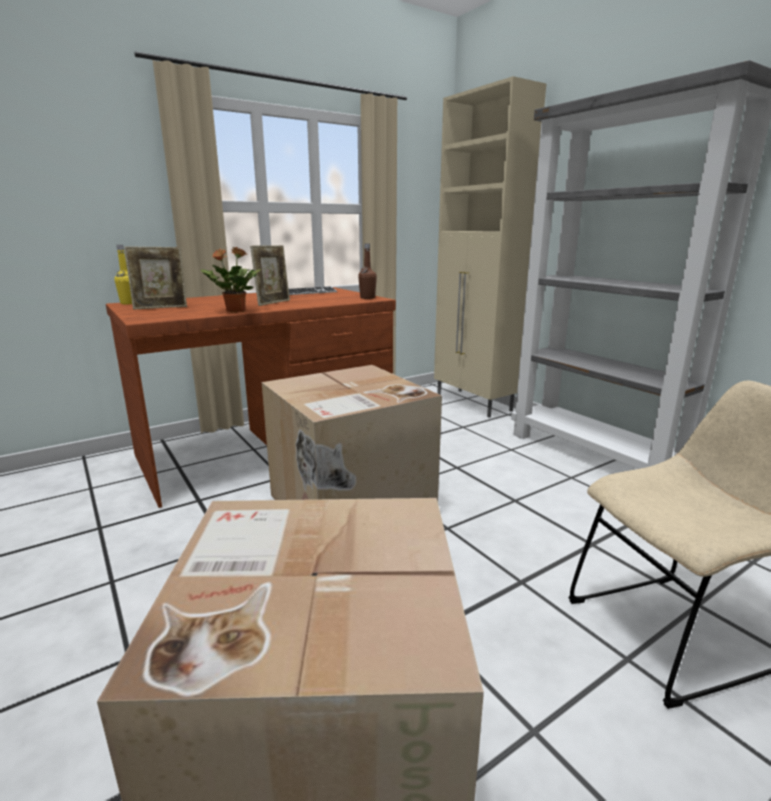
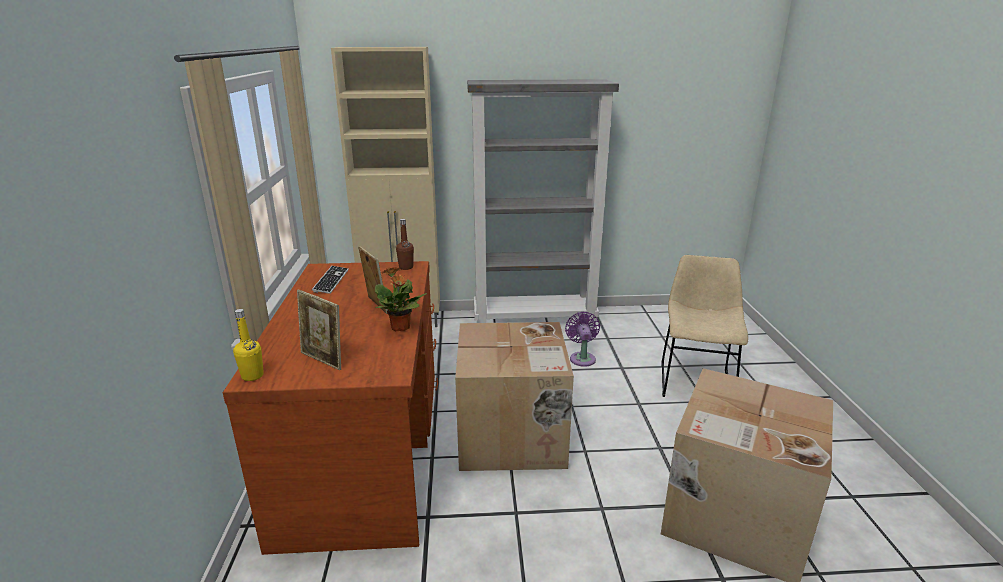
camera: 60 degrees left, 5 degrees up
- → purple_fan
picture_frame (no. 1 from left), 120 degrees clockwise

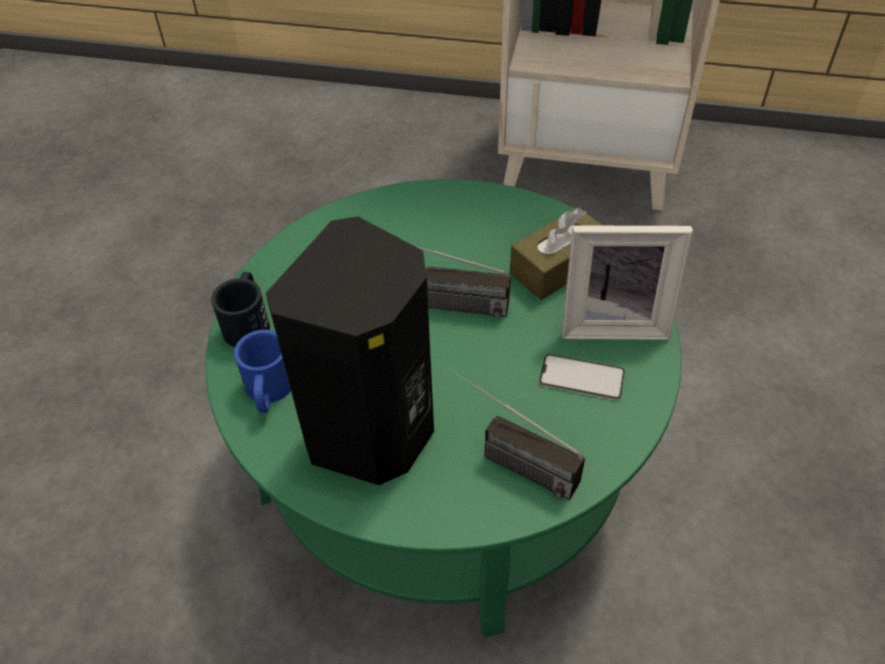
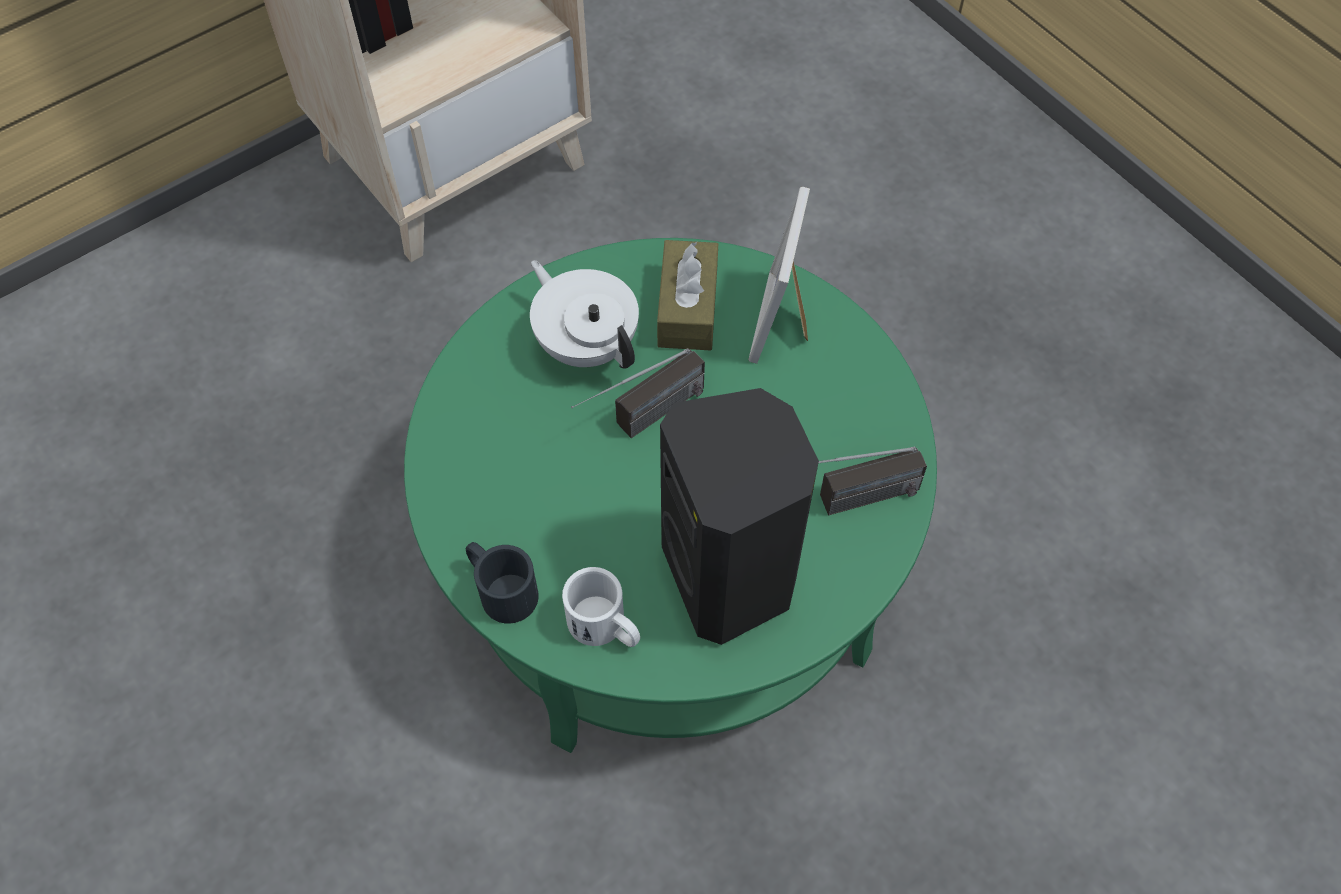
camera: 50 degrees left, 10 degrees up
phone → -
- → white_teapot
blue_mug → white_mug
picture_frame, 150 degrees clockwise

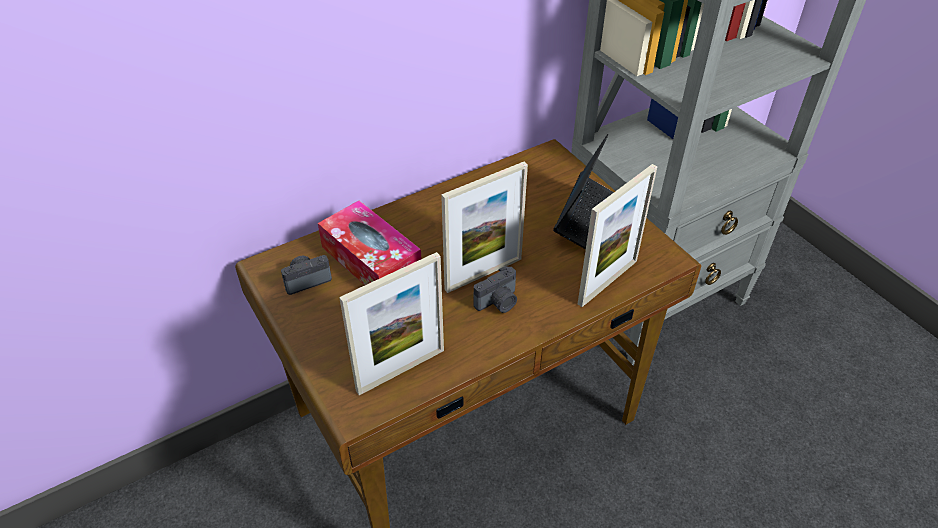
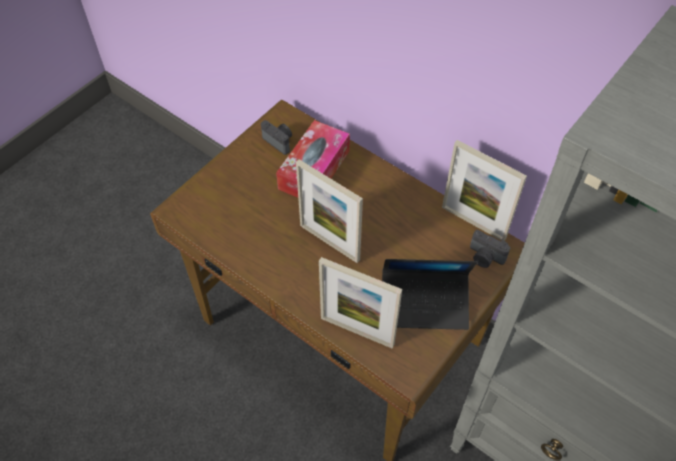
camera: 70 degrees right, 10 degrees up
picture_frame (no. 1 from left in the first image) → picture_frame (no. 3 from left), shifted
photo_camera (no. 2 from left), shifted

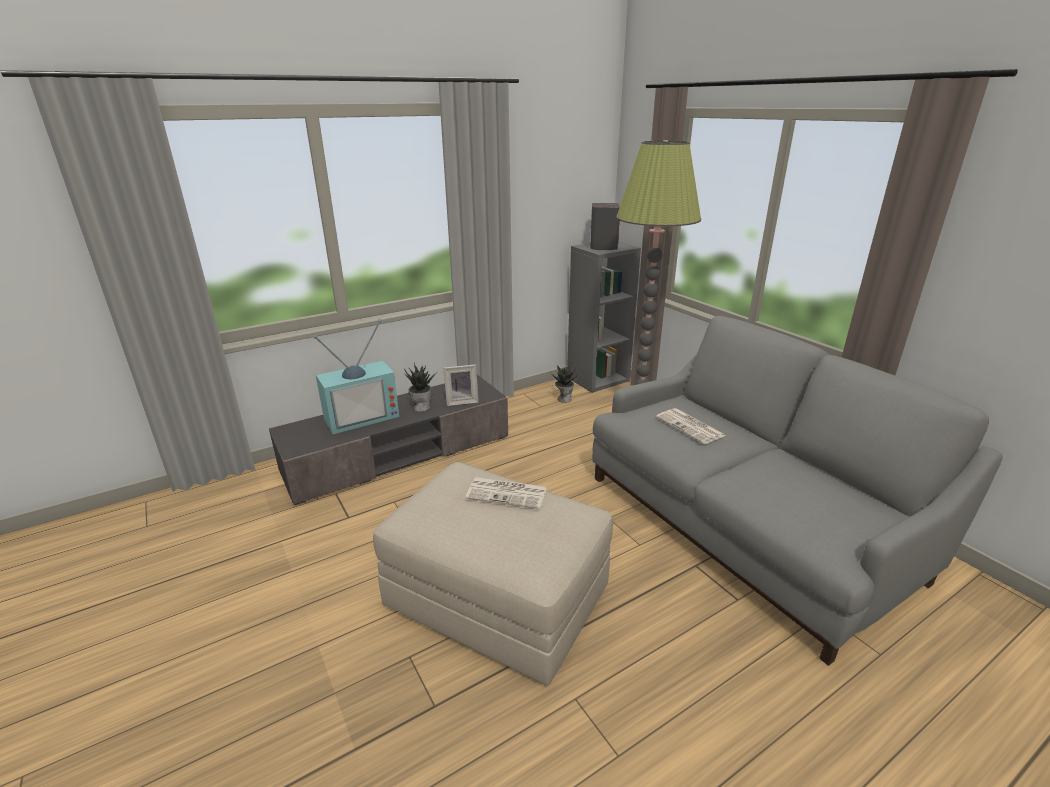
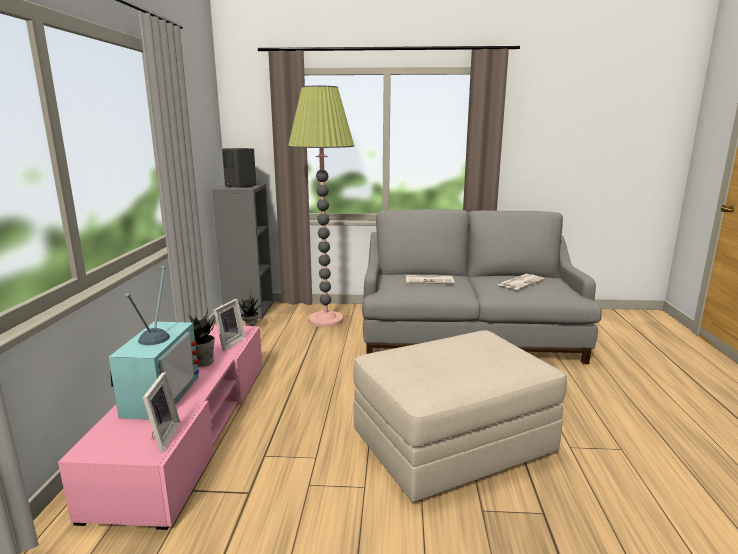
camera: 55 degrees left, 10 degrees down
- → picture_frame (no. 1 from left)
newspaper (no. 1 from left in the first image) → newspaper (no. 2 from left), shifted
grey_tv_stand → pink_tv_stand

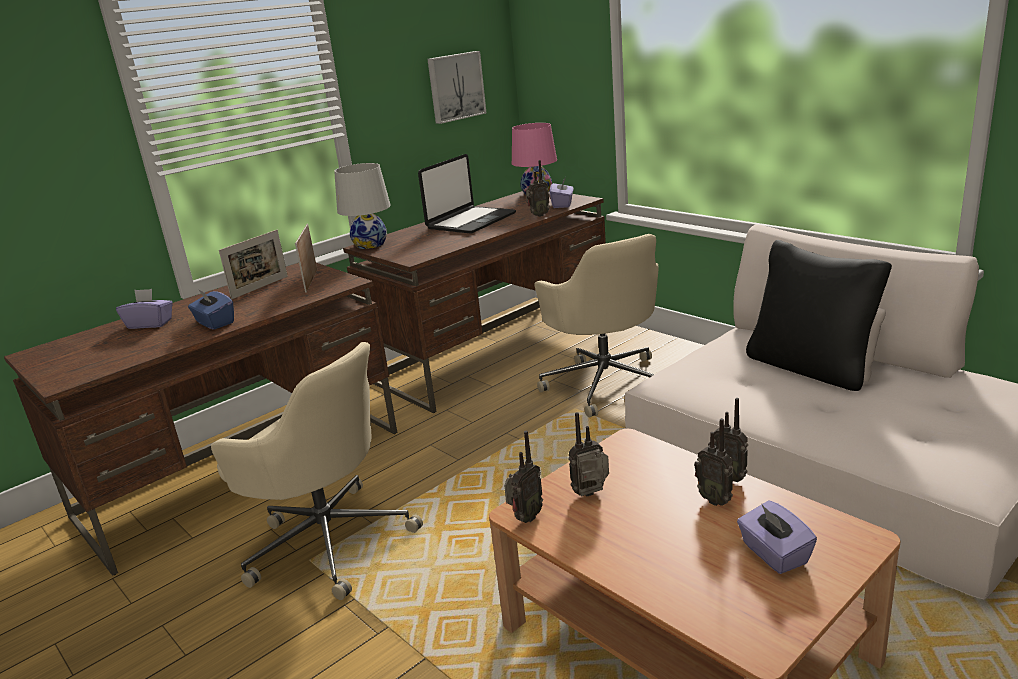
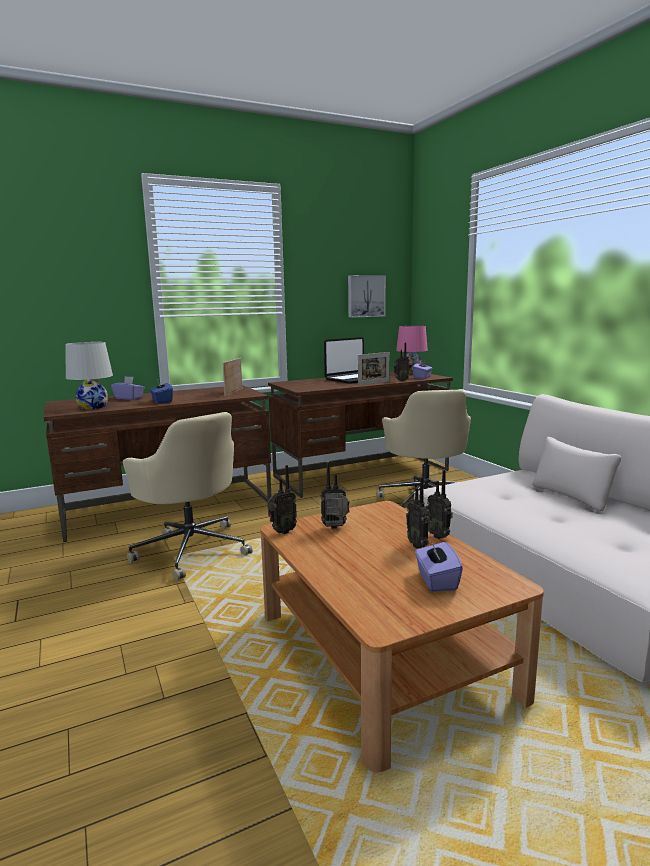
camera: 15 degrees right, 10 degrees down
black_pillow → -
picture_frame (no. 1 from left in the first image) → picture_frame (no. 2 from left), shifted
white_table_lamp, shifted

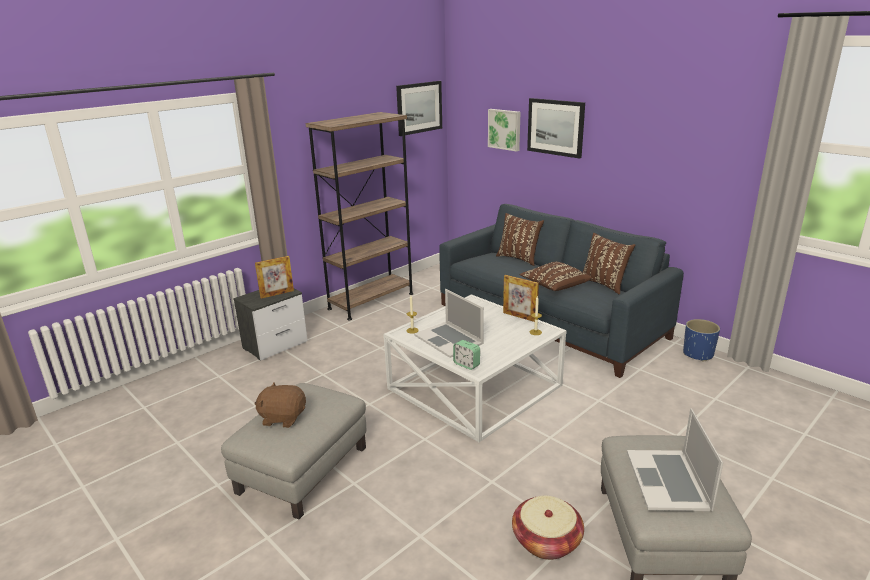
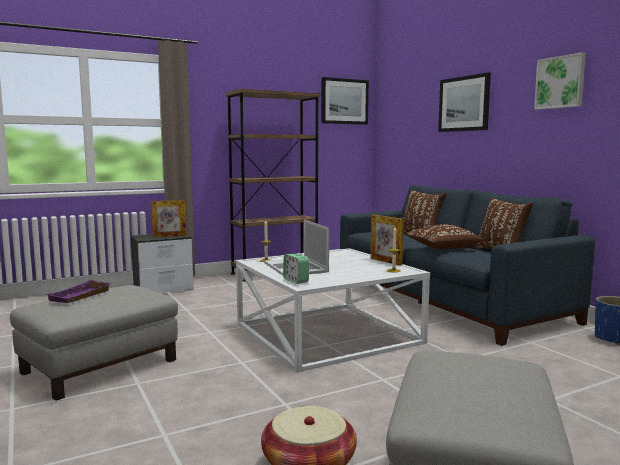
camera: 15 degrees right, 15 degrees down
laptop (no. 2 from left) → -
picture (no. 2 from left in the first image) → picture (no. 3 from left), shifted
brown_plush_toy → purple_tray

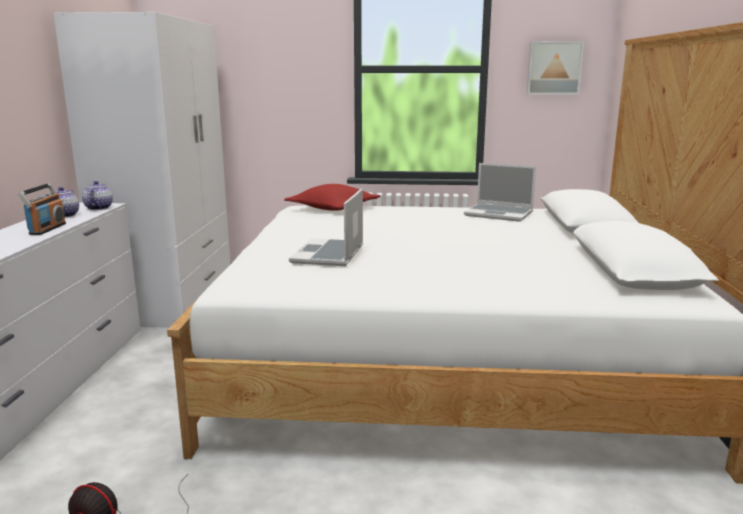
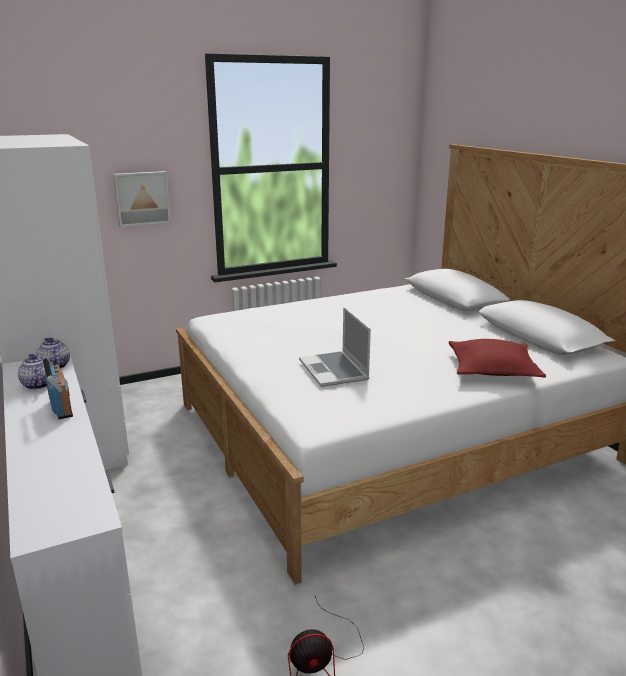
camera: 30 degrees left, 5 degrees up
laptop (no. 2 from left) → -
red_pillow, shifted
picture, shifted

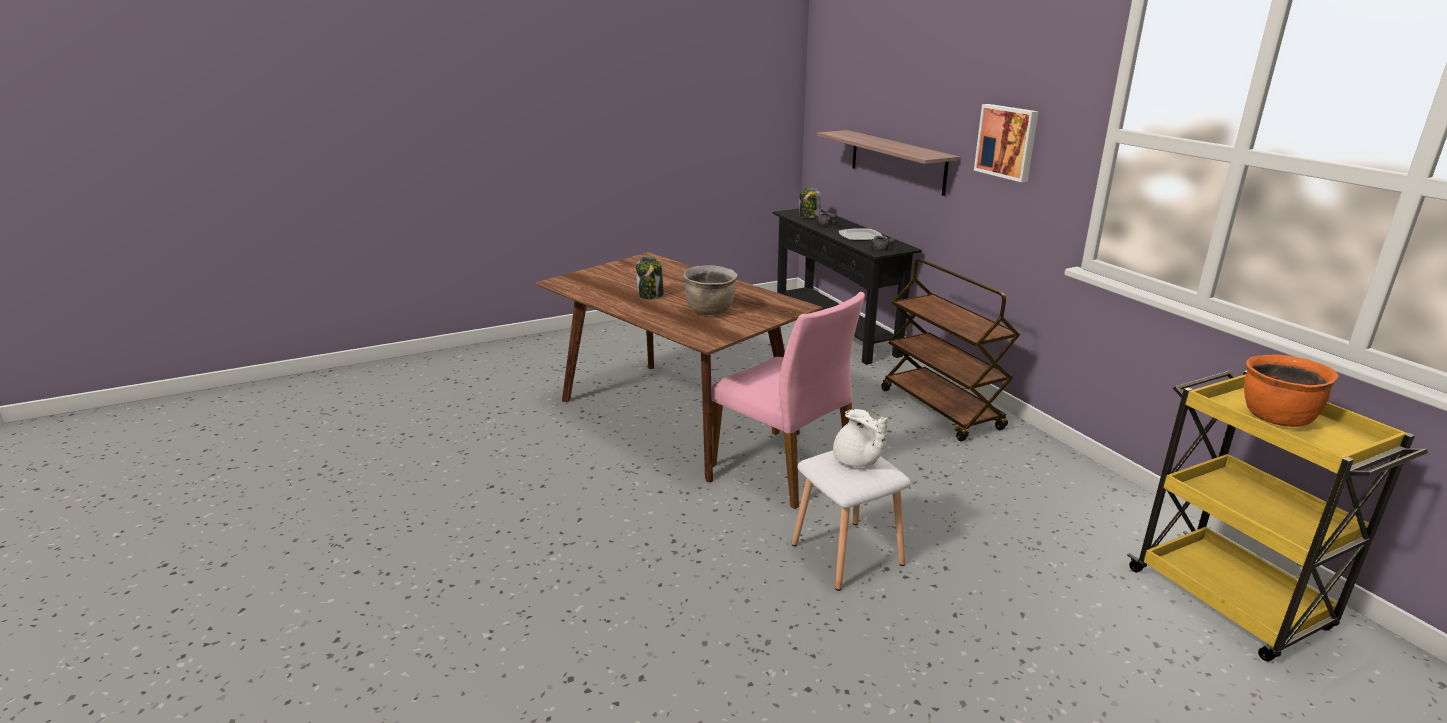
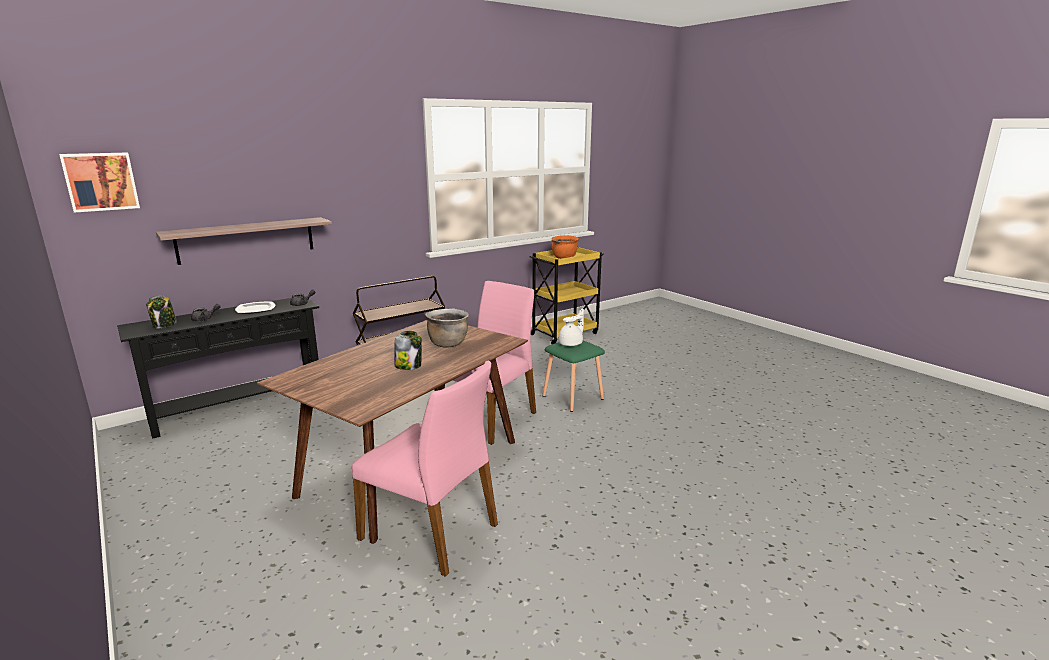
camera: 100 degrees left, 5 degrees down
- → pink_chair (no. 1 from left)
picture, shifted
white_stool → green_stool

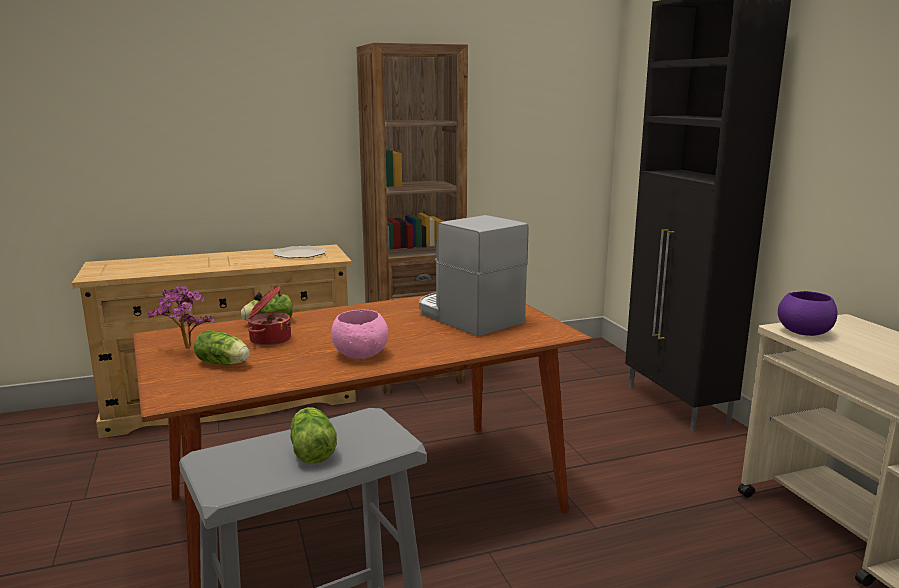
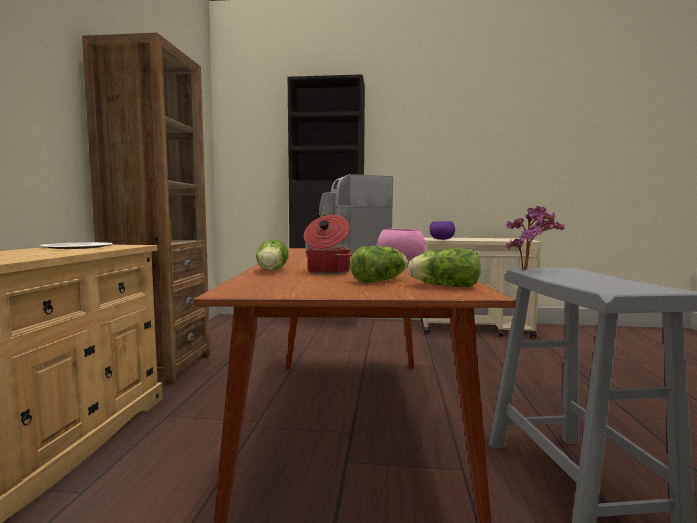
camera: 65 degrees left, 10 degrees down
potted_plant, shifted
lettuce (no. 3 from left), shifted

